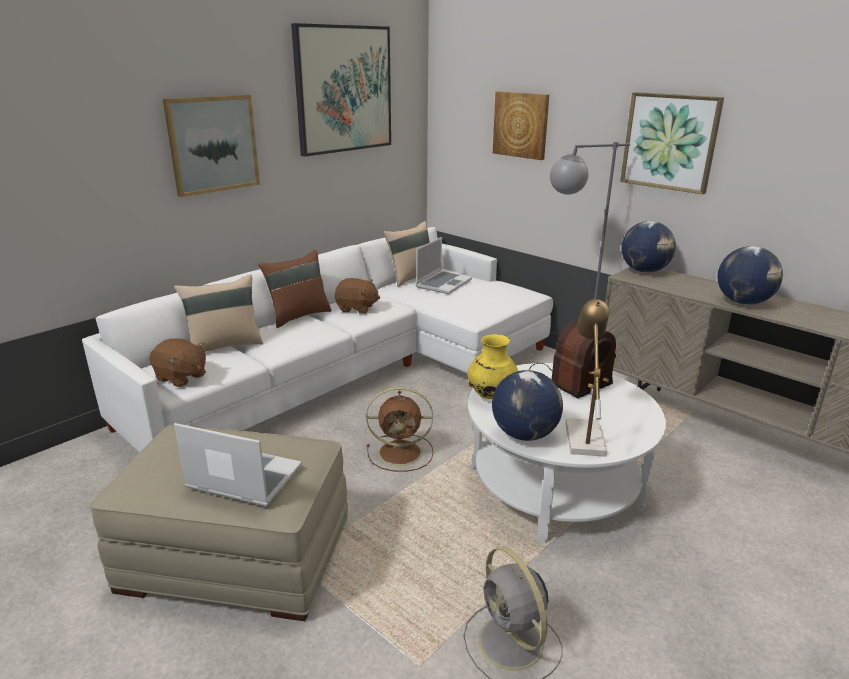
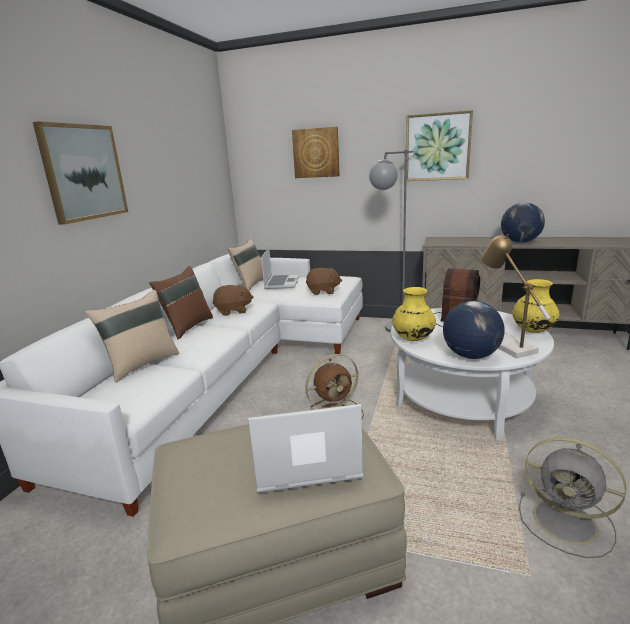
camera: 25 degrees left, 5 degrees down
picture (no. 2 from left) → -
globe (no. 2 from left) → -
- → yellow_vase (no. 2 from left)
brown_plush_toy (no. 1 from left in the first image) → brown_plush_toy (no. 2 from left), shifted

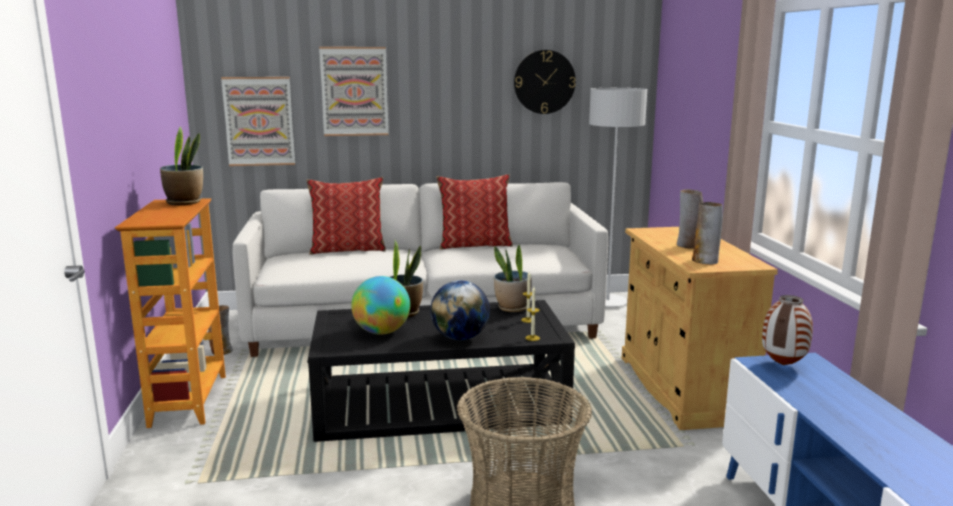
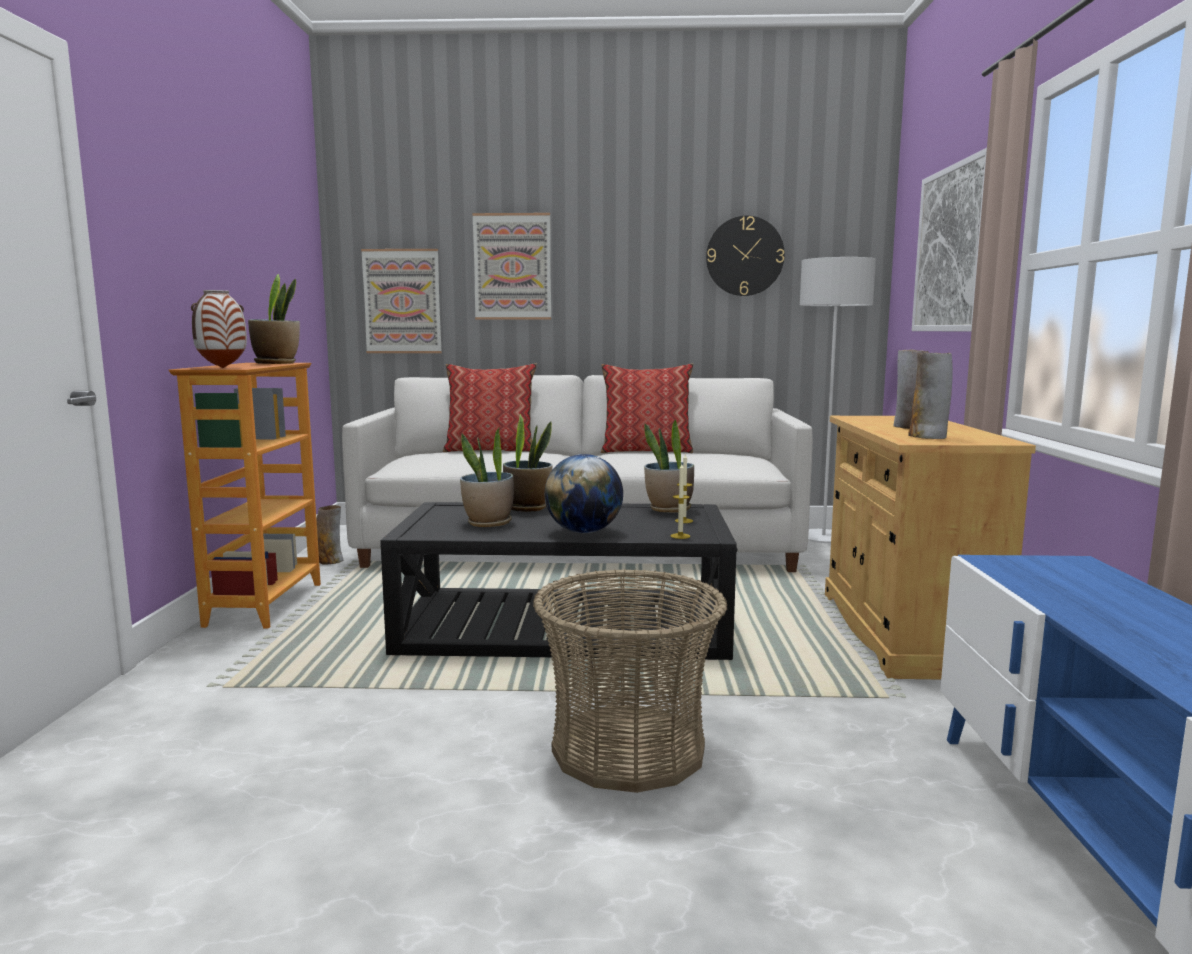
camera: 10 degrees right, 5 degrees down
- → picture (no. 3 from left)
vase (no. 4 from left in the first image) → vase (no. 1 from left), shifted
globe (no. 1 from left) → potted_plant (no. 2 from left)

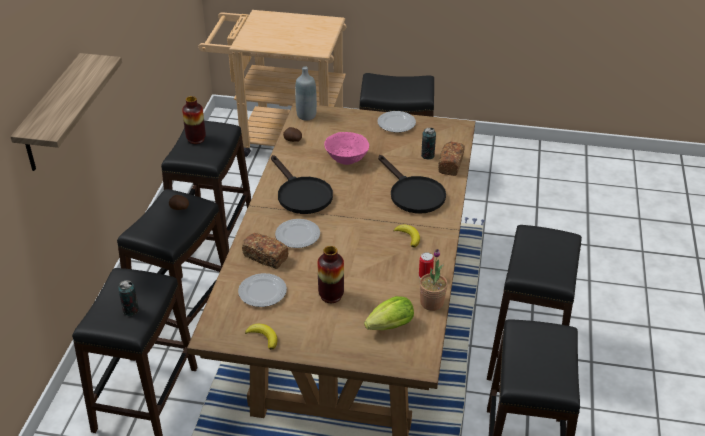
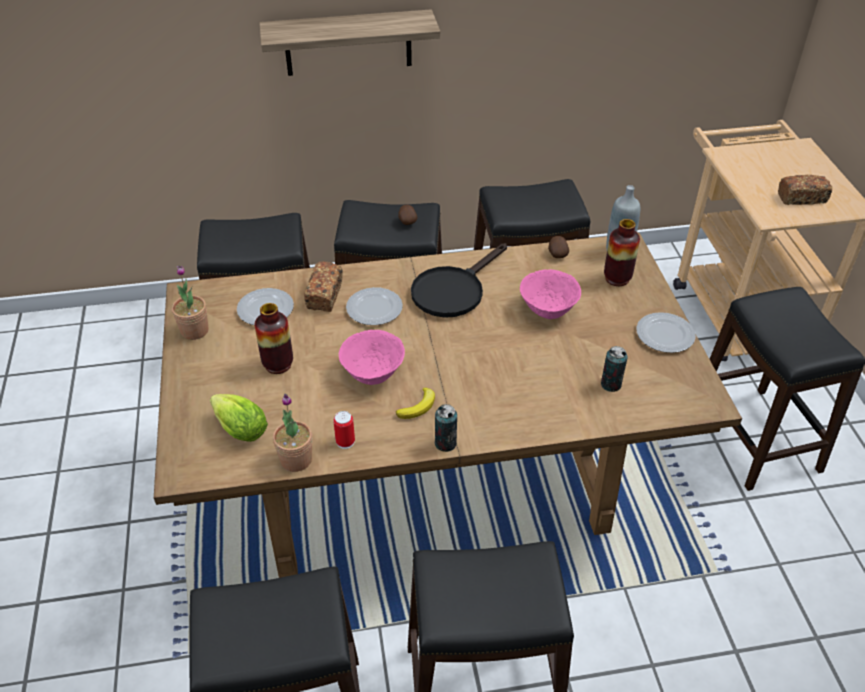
camera: 70 degrees right, 5 degrees up
black_frying_pan (no. 2 from left) → -
- → pink_bowl (no. 1 from left)
can (no. 1 from left in the first image) → can (no. 2 from left), shifted
vase (no. 1 from left in the first image) → vase (no. 2 from left), shifted
bread (no. 2 from left), shifted
banana (no. 1 from left) → potted_plant (no. 1 from left)

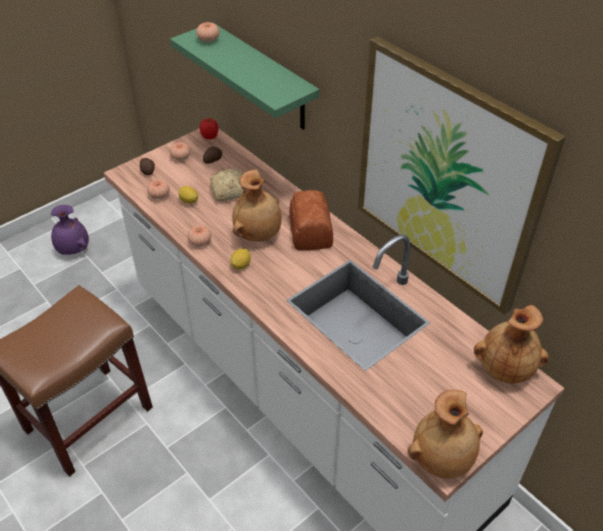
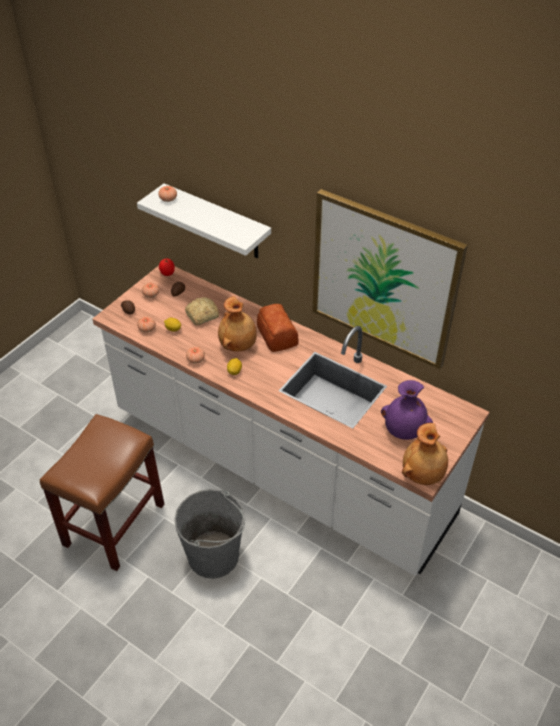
camera: 15 degrees left, 0 degrees up
brown_vase (no. 3 from left) → -
- → grey_bucket
purple_vase, shifted
green_shelf → white_shelf

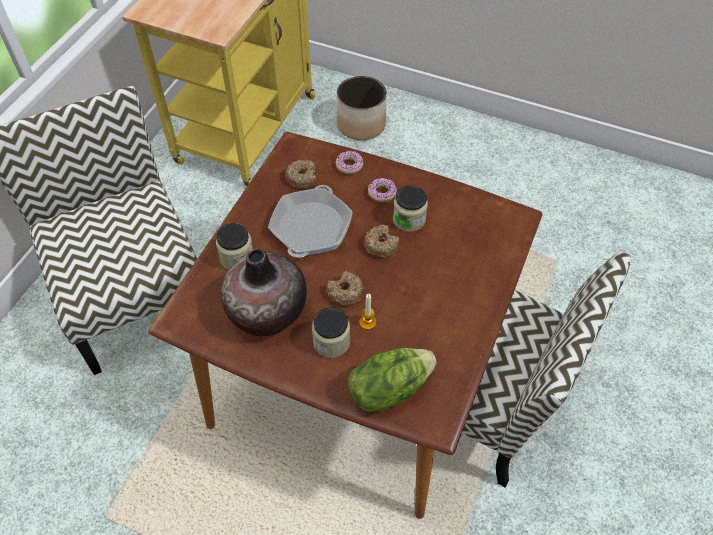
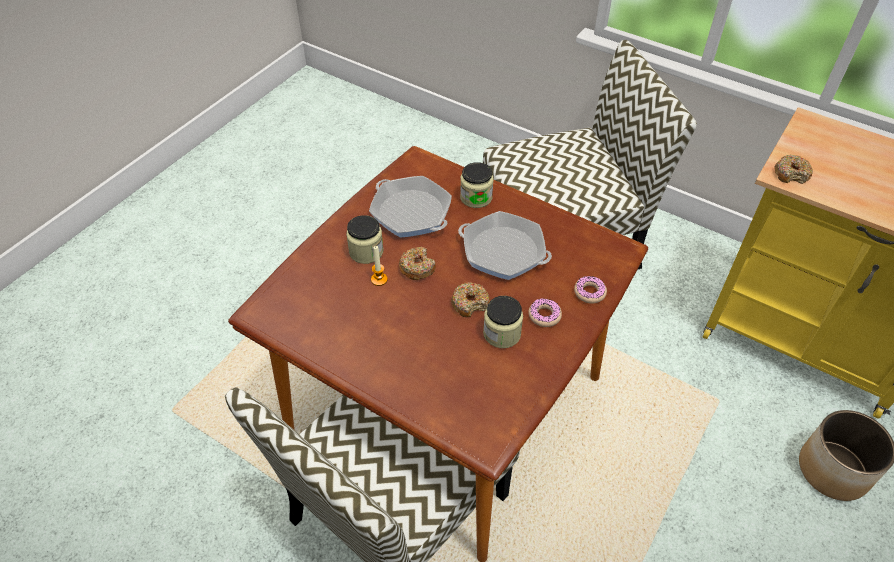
camera: 100 degrees right, 5 degrees down
lettuce → -
donut (no. 1 from left in the first image) → donut (no. 5 from left), shifted
vase → frying_pan (no. 1 from left)

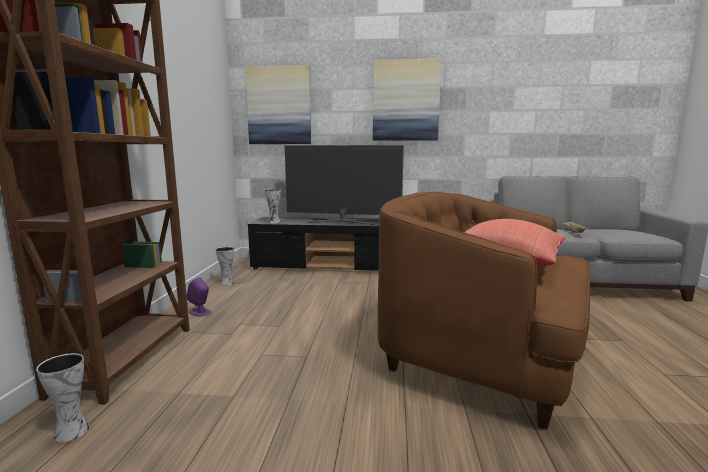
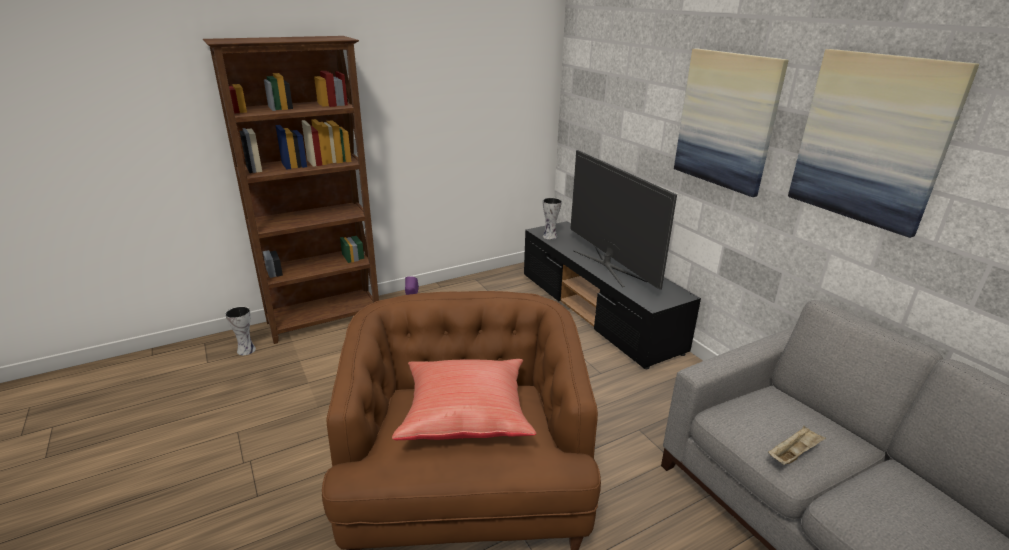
camera: 55 degrees right, 15 degrees up
vase (no. 2 from left) → -
picture (no. 1 from left in the first image) → picture (no. 2 from left), shifted

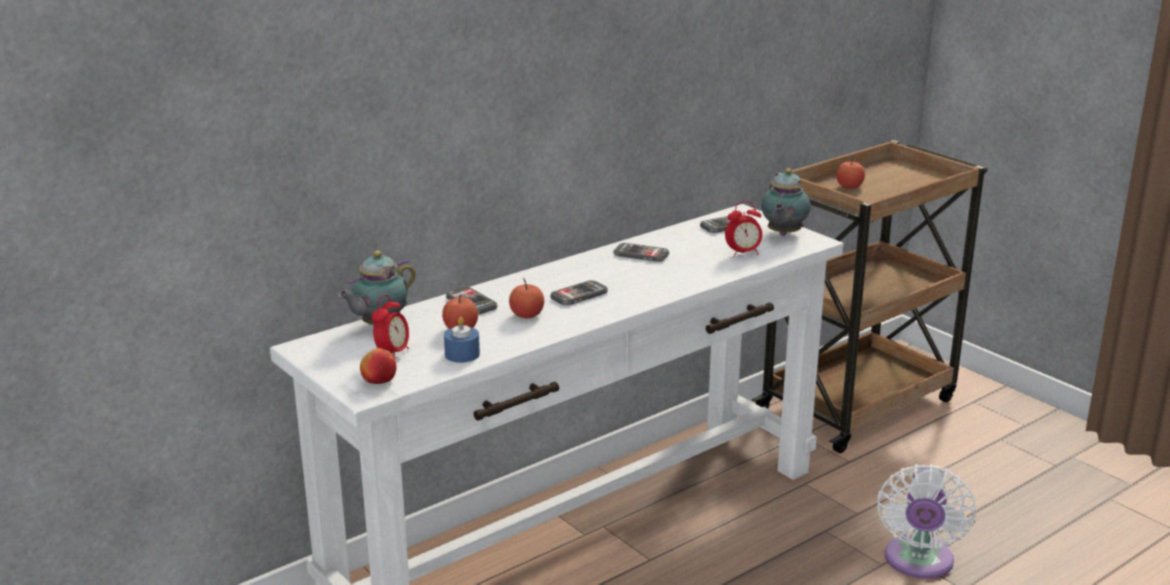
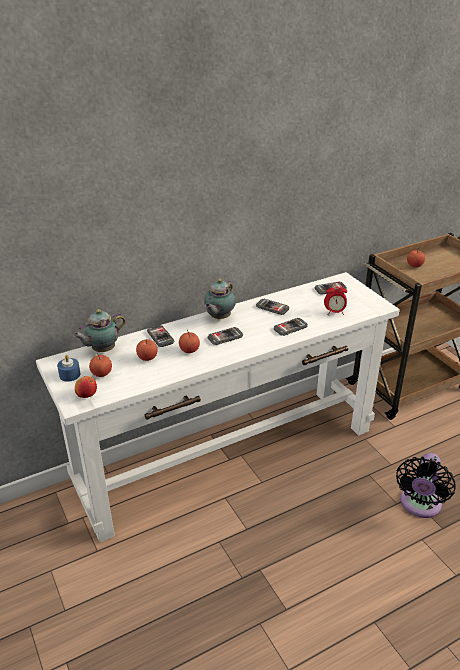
camera: 10 degrees right, 10 degrees up
- → phone (no. 4 from left)
blue_candle, shifted
teapot (no. 2 from left), shifted
alarm_clock (no. 1 from left) → apple (no. 2 from left)
white_fan → black_fan

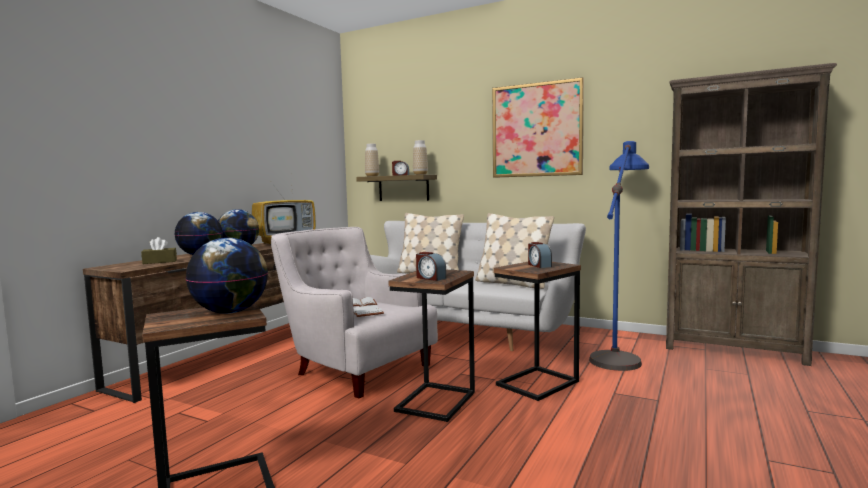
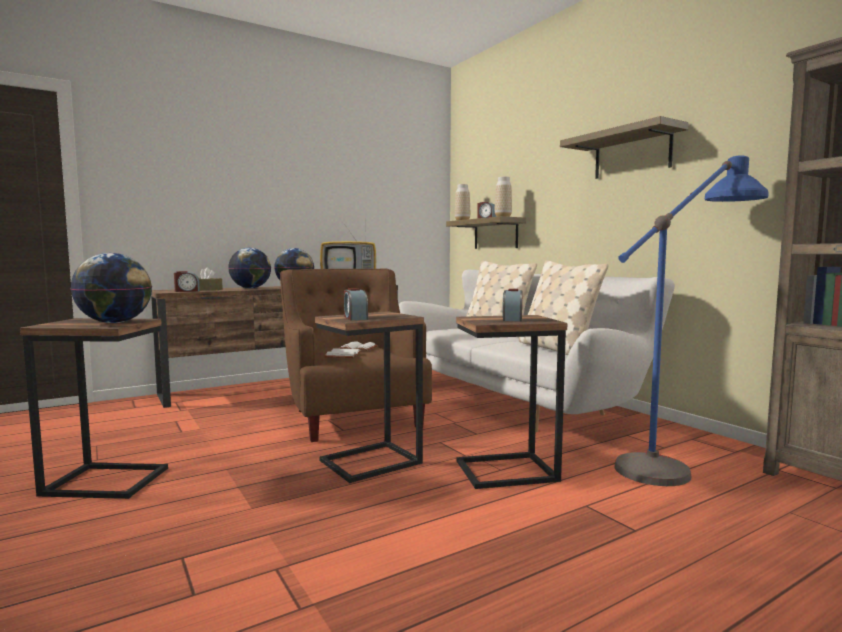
camera: 30 degrees right, 0 degrees up
- → alarm_clock (no. 1 from left)
picture → shelf (no. 2 from left)
white_armchair → brown_armchair

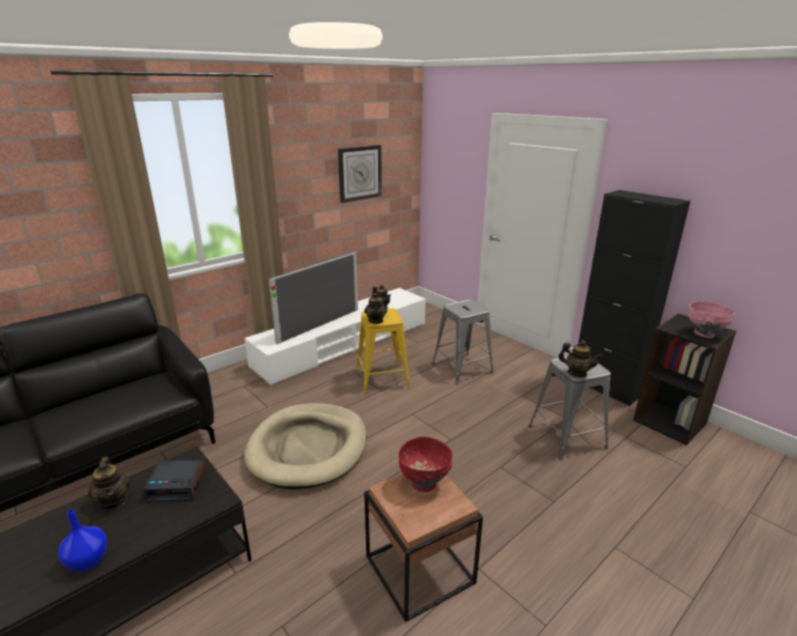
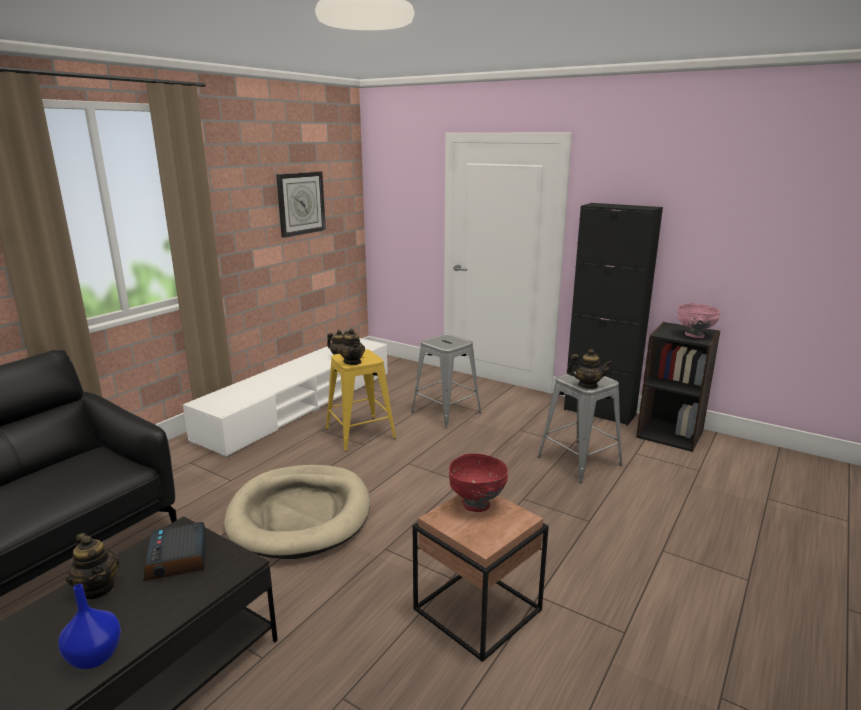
camera: 15 degrees left, 5 degrees down
television → -
alarm_clock, 90 degrees clockwise

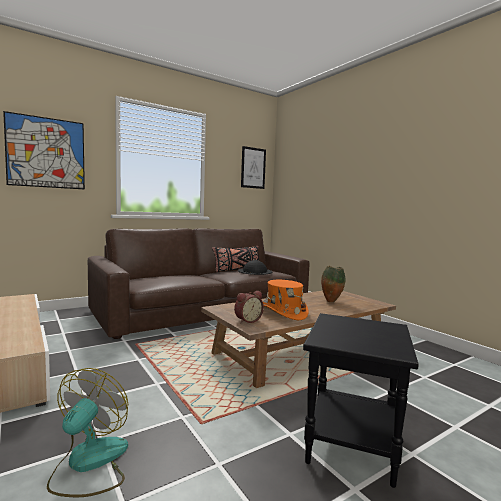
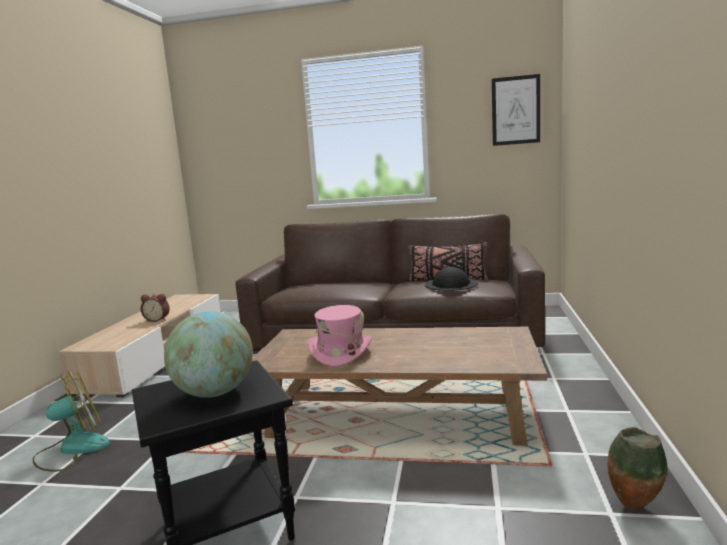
camera: 45 degrees right, 5 degrees up
picture (no. 1 from left) → -
- → globe
alarm_clock, shifted
vase, shifted
orange_hat → pink_hat

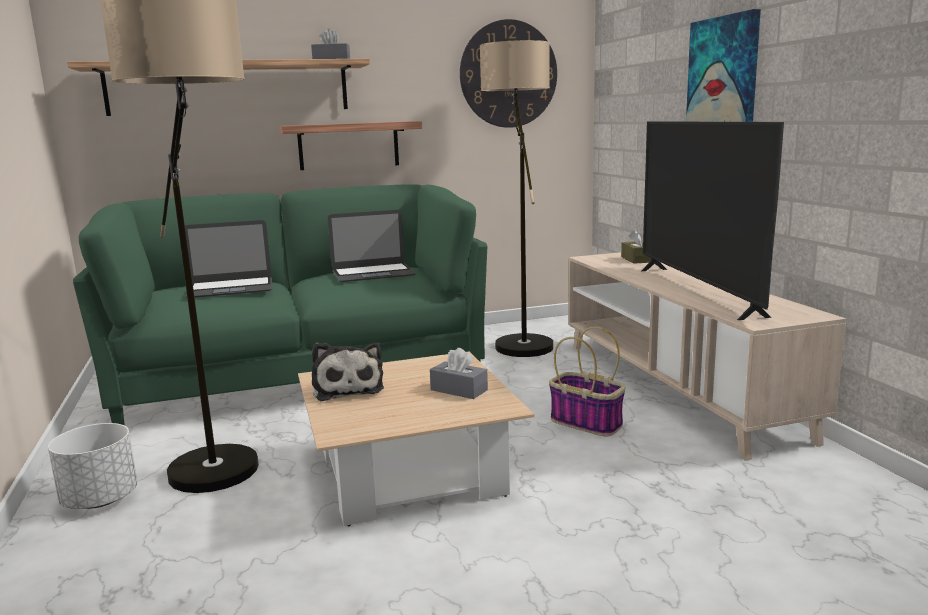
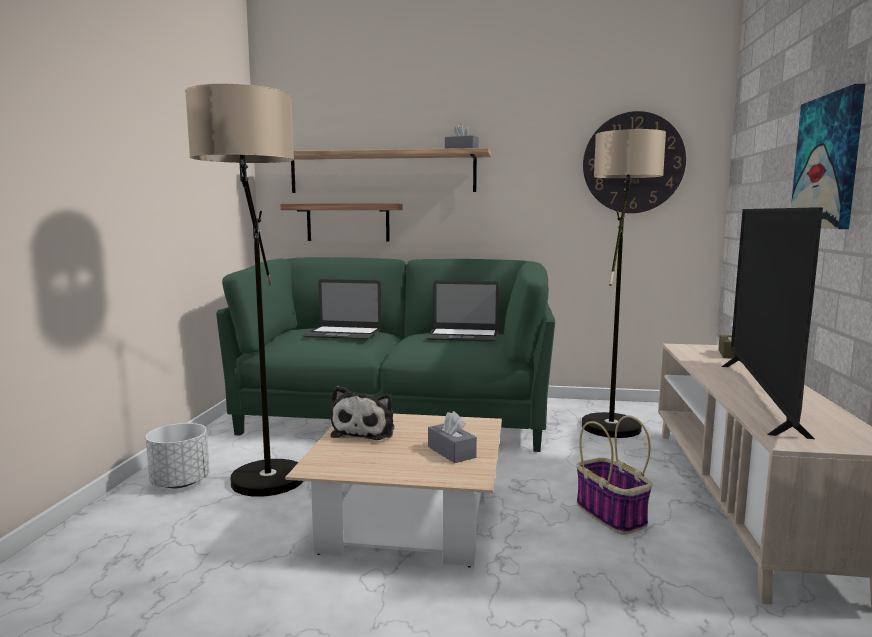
camera: 25 degrees right, 5 degrees down
shelf (no. 2 from left in the first image) → shelf (no. 1 from left), shifted

